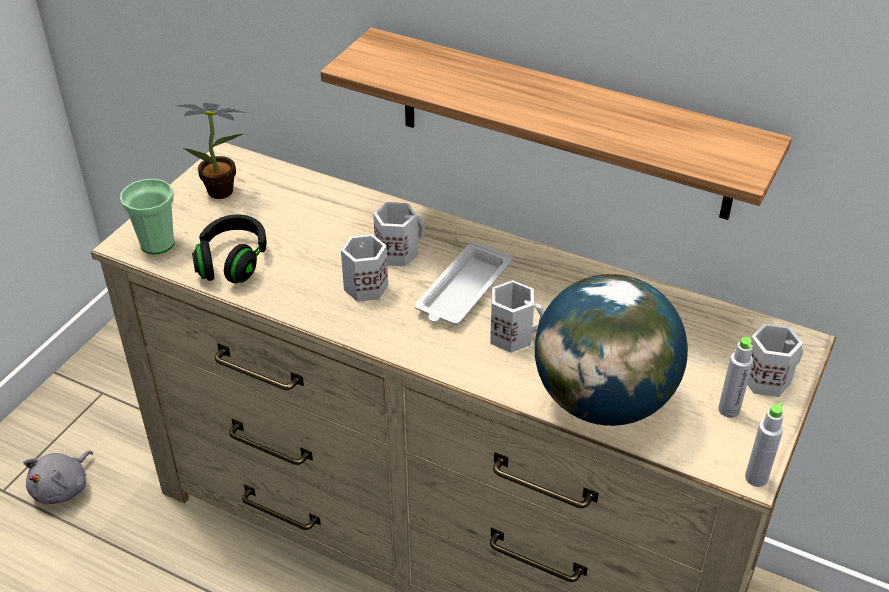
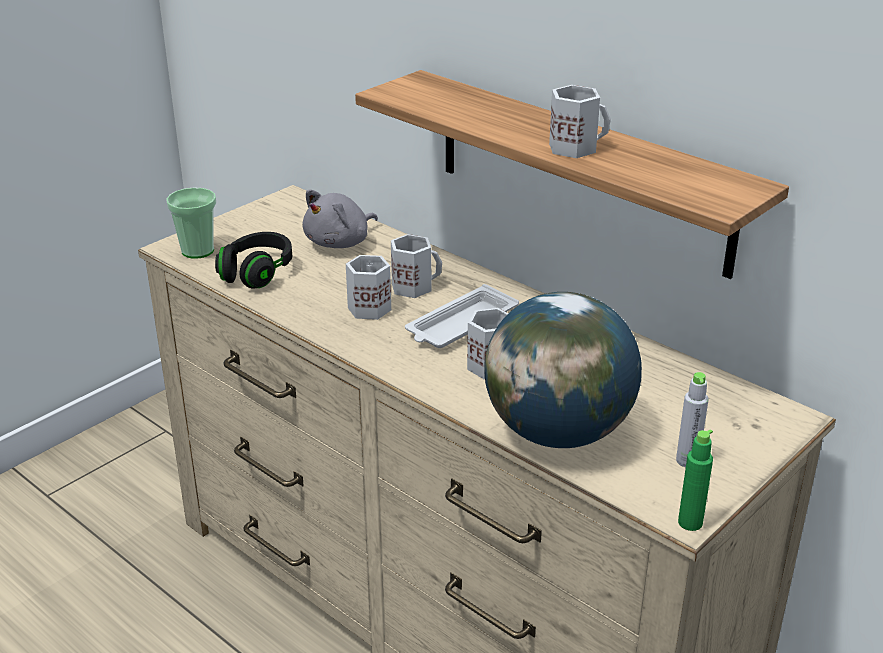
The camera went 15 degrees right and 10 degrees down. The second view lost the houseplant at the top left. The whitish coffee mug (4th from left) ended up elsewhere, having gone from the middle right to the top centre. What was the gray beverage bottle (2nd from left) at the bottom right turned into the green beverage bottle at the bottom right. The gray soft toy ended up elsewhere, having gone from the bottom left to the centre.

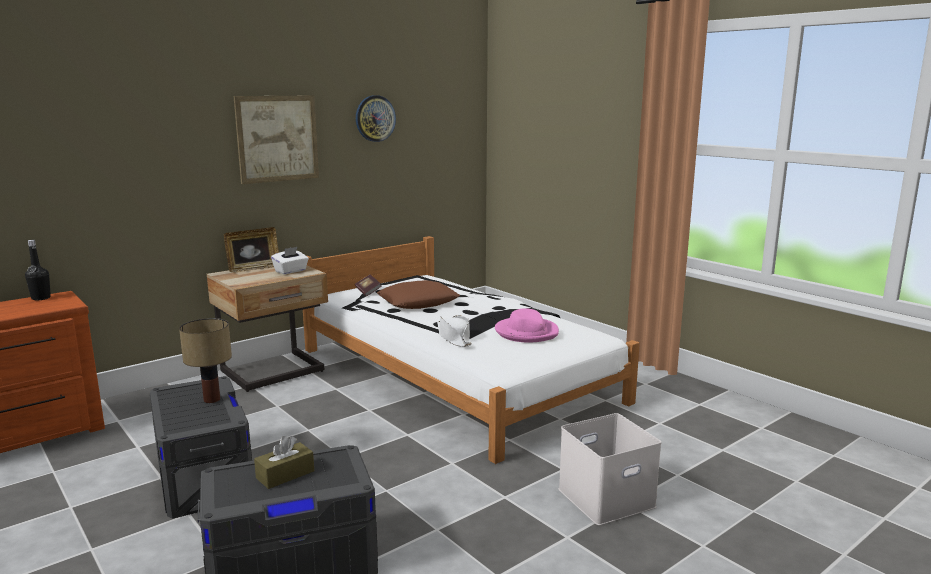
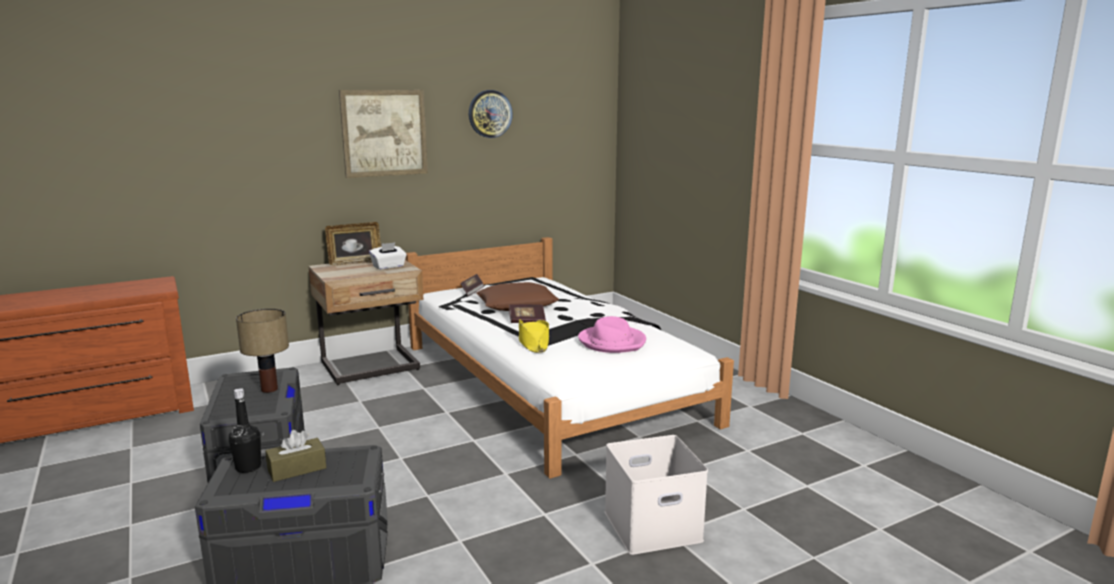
The camera went 10 degrees right and 0 degrees up. The blackish beverage bottle ended up elsewhere, having gone from the middle left to the bottom left. What was the whitish wearable hat at the centre turned into the yellow-coloured wearable hat at the centre. The second view gained the volume (2nd from left) at the centre.

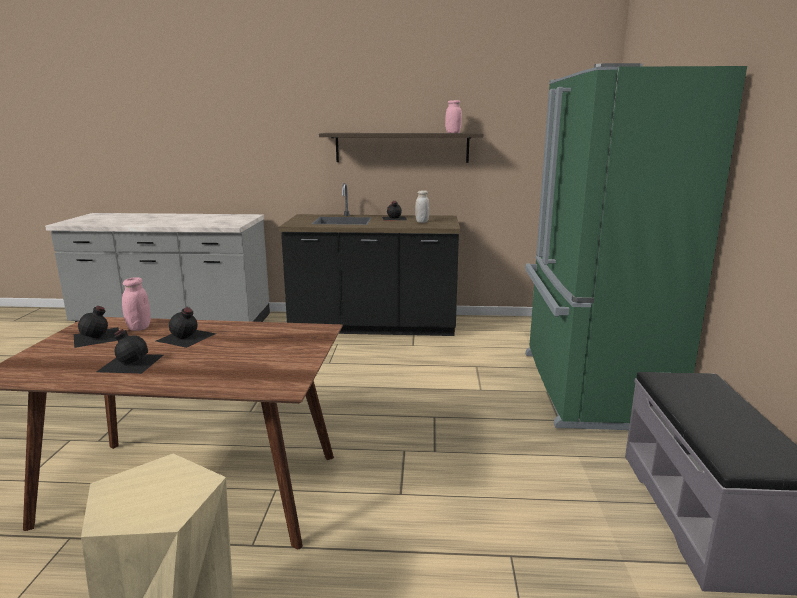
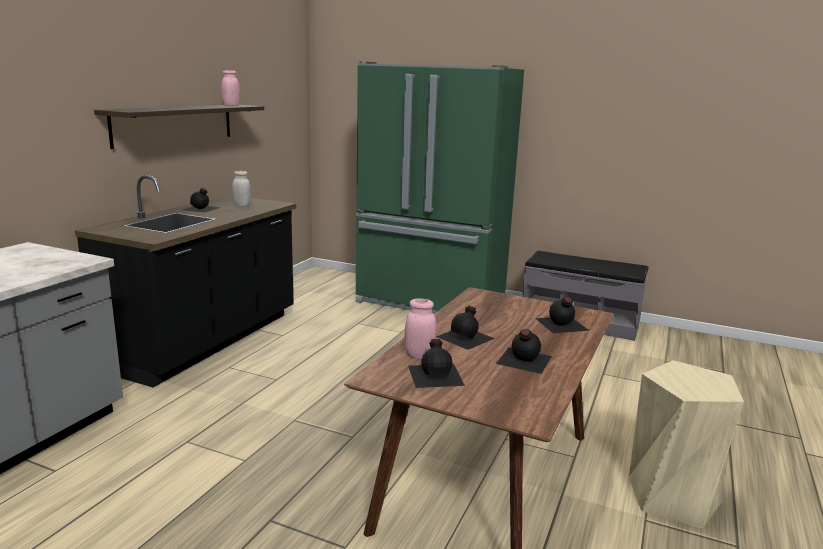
The camera went 70 degrees left and 0 degrees up. The second view gained the blackish beverage bottle (5th from left) at the middle right.

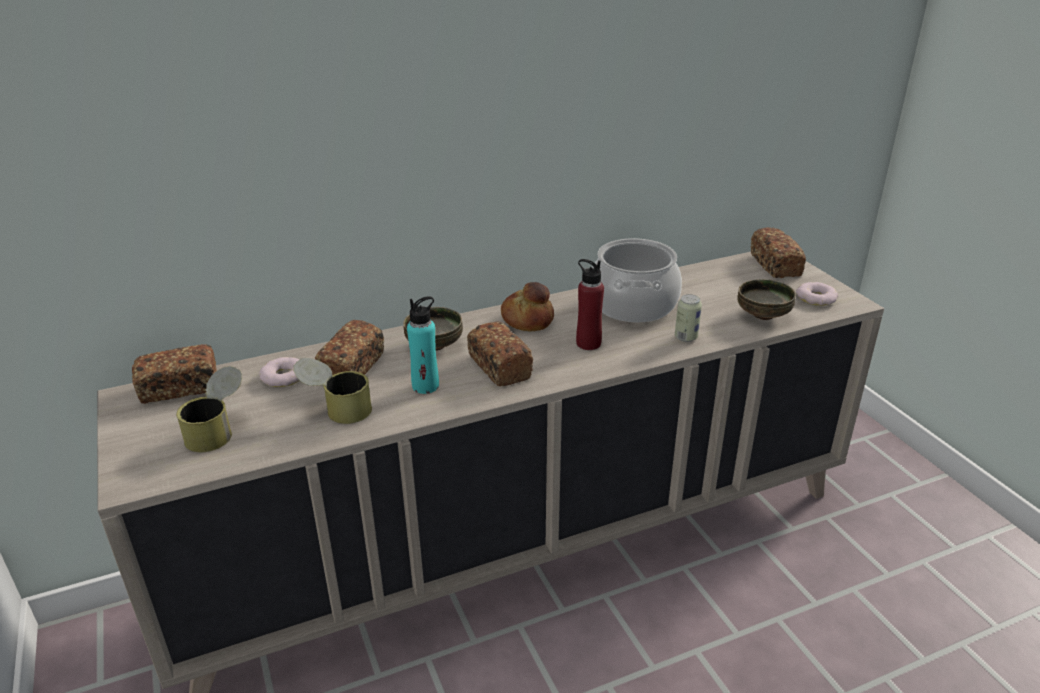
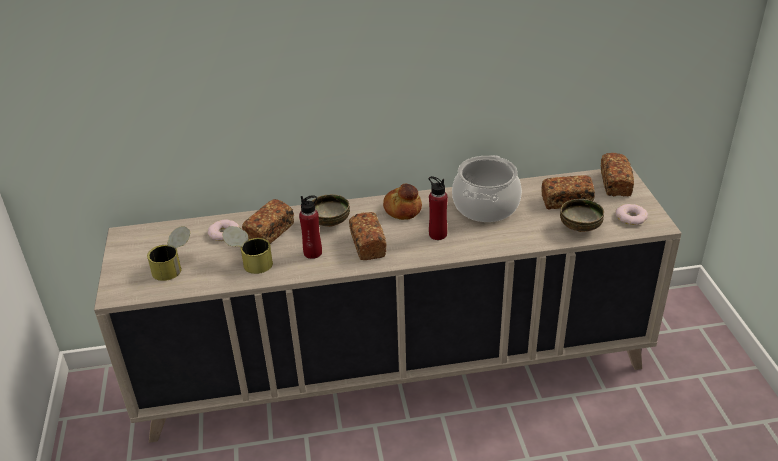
The camera went 15 degrees right and 5 degrees up. The second view lost the can (3rd from left) at the centre. What was the turquoise beverage bottle at the centre turned into the red-coloured beverage bottle (1st from left) at the centre. The baked bread (1st from left in the first image) ended up elsewhere, having gone from the middle left to the middle right.

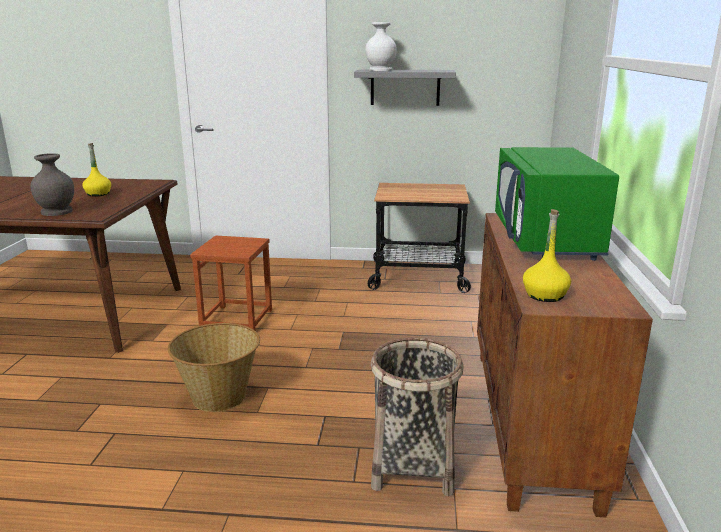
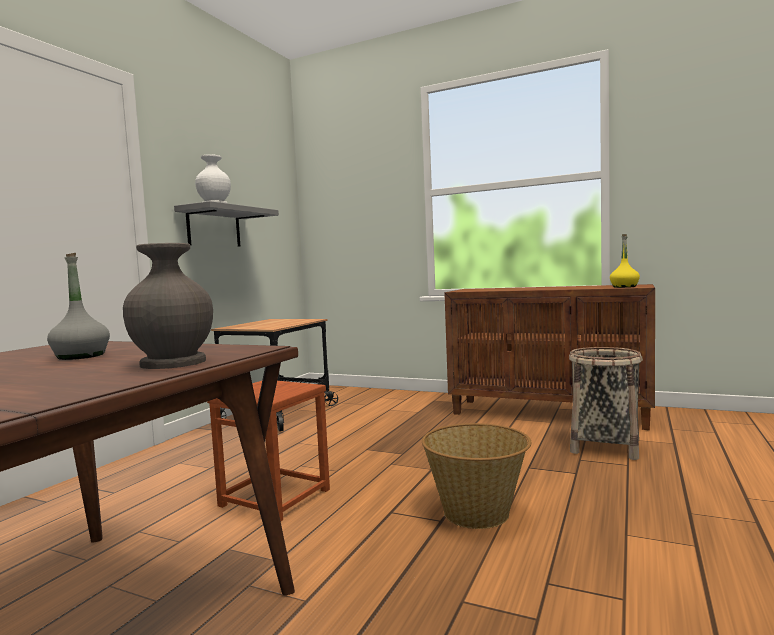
The camera went 70 degrees left and 15 degrees down. What was the yellow-coloured beverage bottle (1st from left) at the top left turned into the gray beverage bottle at the middle left. The second view lost the green kitchen microwave at the middle right.

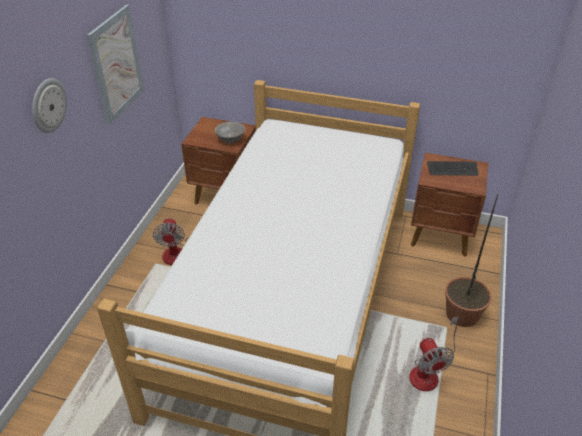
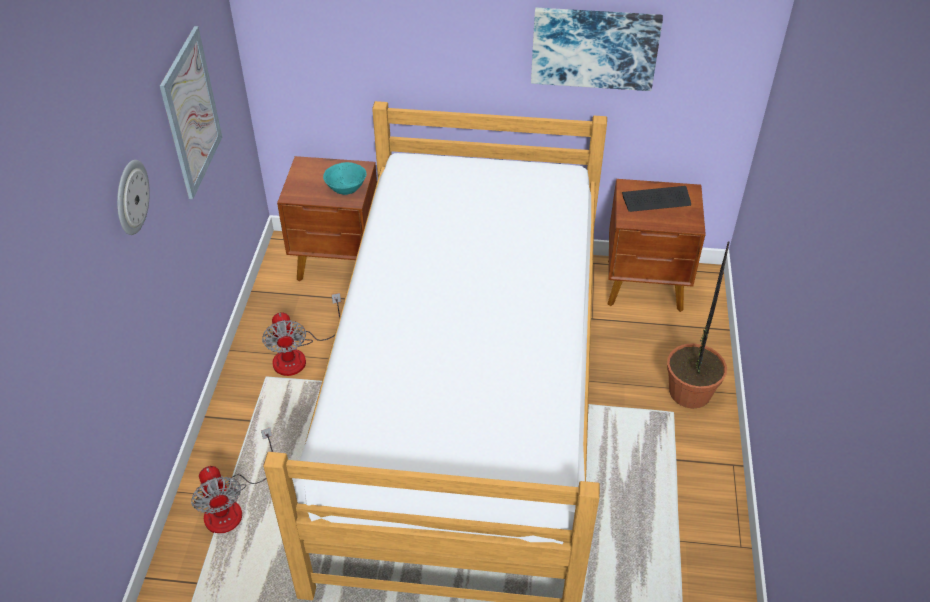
The camera went 10 degrees left and 5 degrees up. What was the gray serving bowl at the top centre turned into the turquoise serving bowl at the top centre. The cooling fan (2nd from left in the first image) ended up elsewhere, having gone from the bottom right to the bottom left. The second view gained the wall picture (2nd from left) at the top centre.

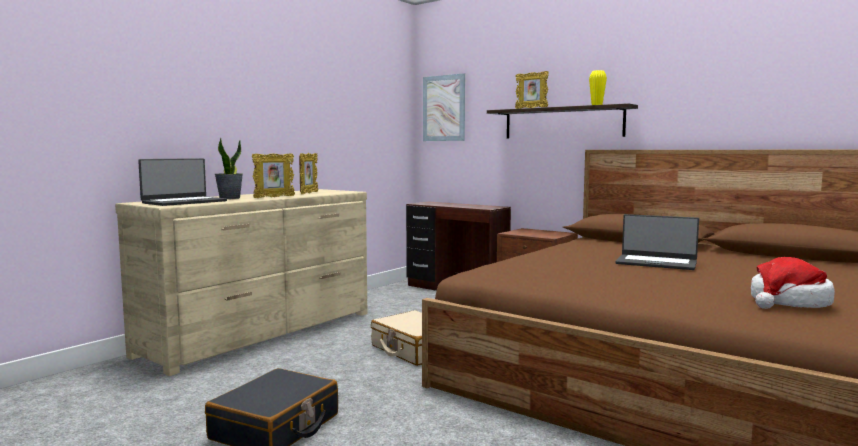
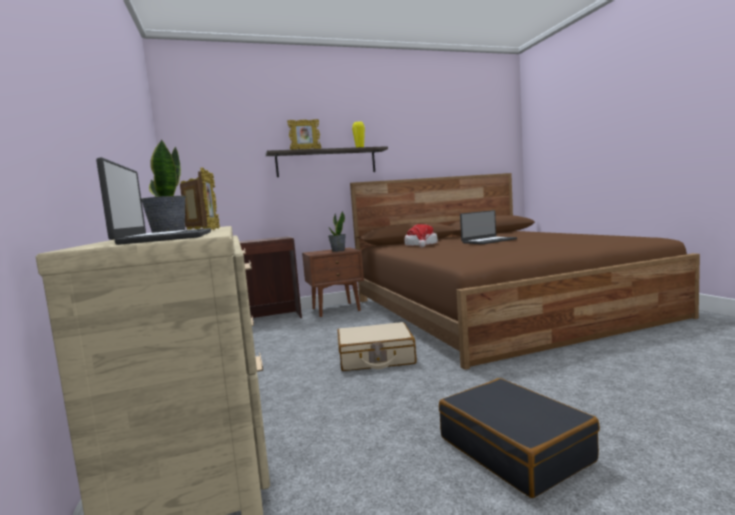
The camera went 55 degrees left and 0 degrees up. The second view lost the wall picture at the top centre. The wearable hat ended up elsewhere, having gone from the middle right to the centre. The second view gained the houseplant (2nd from left) at the centre.

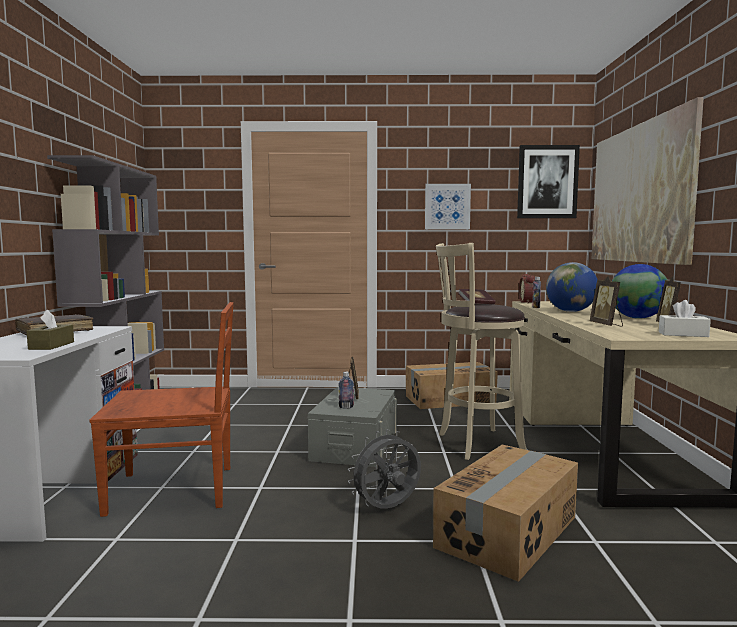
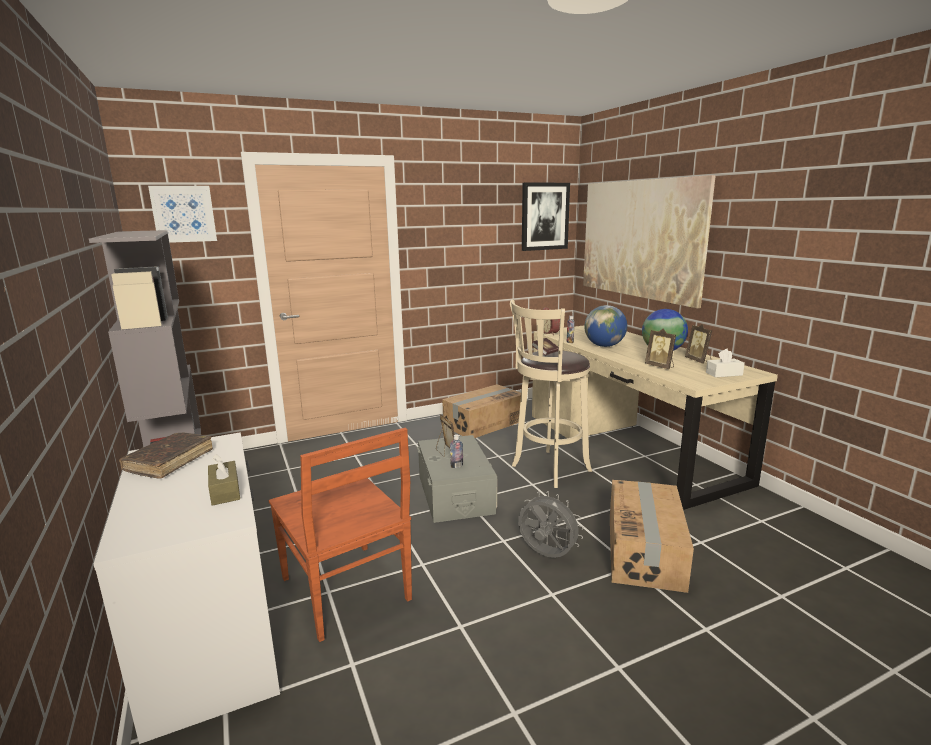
The camera went 25 degrees left and 10 degrees up. The wall picture (1st from left) ended up elsewhere, having gone from the top centre to the top left. The brown-coloured upright chair at the middle left ended up facing another way, 90 degrees clockwise from before. The gray cooling fan at the bottom centre ended up facing another way, 90 degrees clockwise from before.

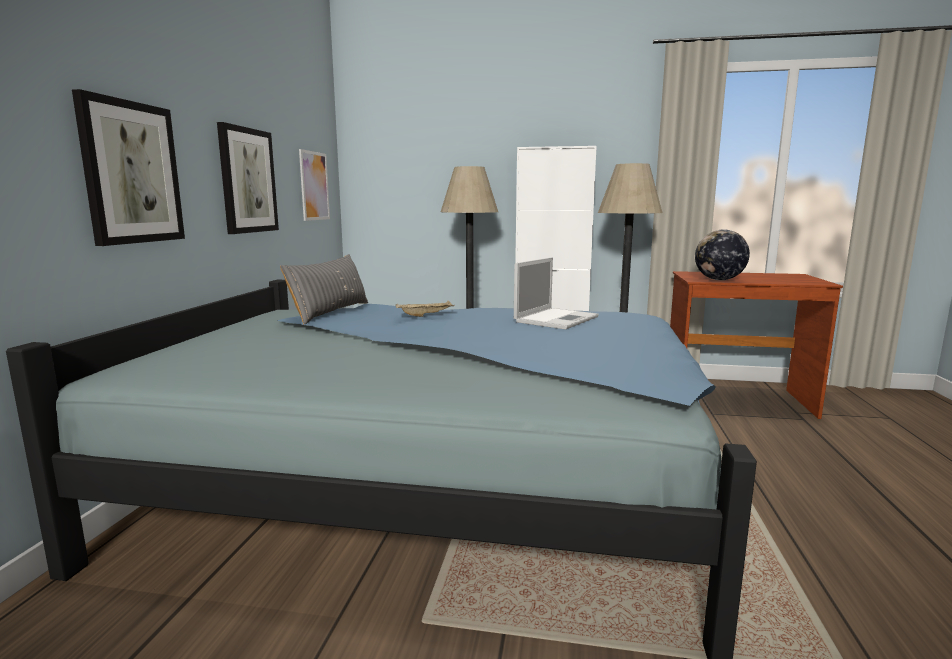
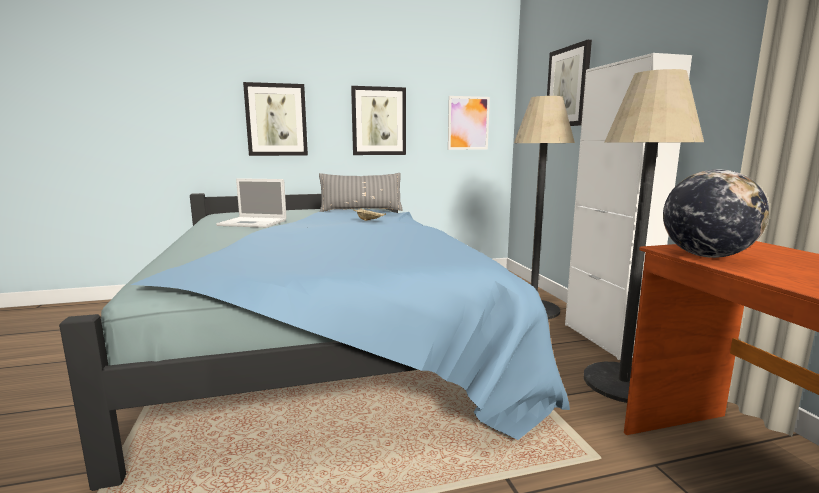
The camera went 65 degrees right and 0 degrees up. The notebook computer ended up elsewhere, having gone from the centre to the middle left. The second view gained the wall picture (4th from left) at the top right.

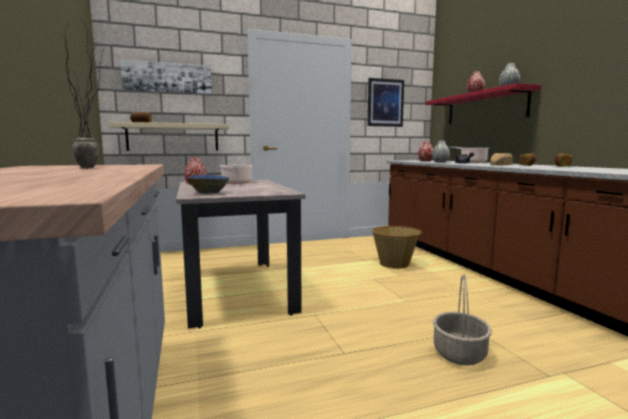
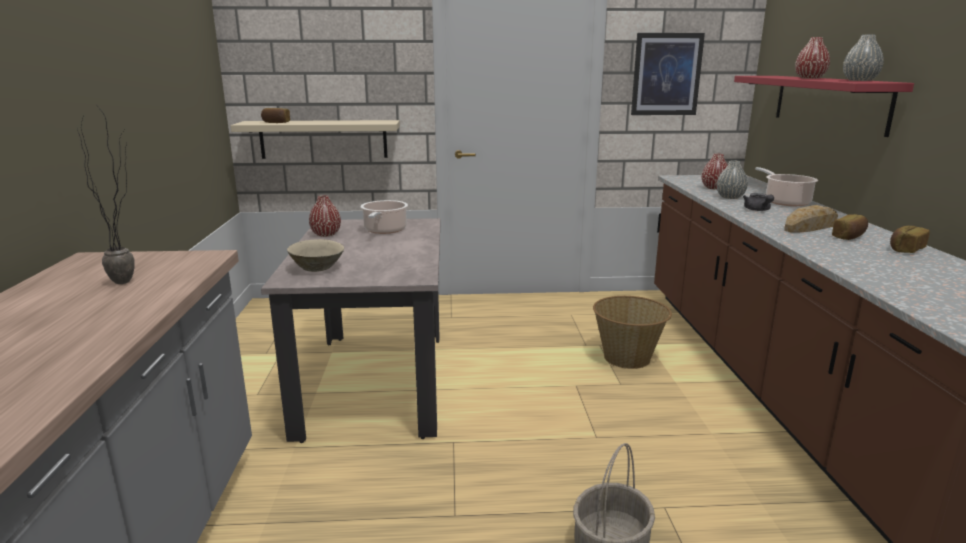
The camera went 15 degrees right and 10 degrees up. The second view lost the wall picture (1st from left) at the top left. What was the blue-coloured serving bowl at the middle left turned into the beige serving bowl at the middle left.

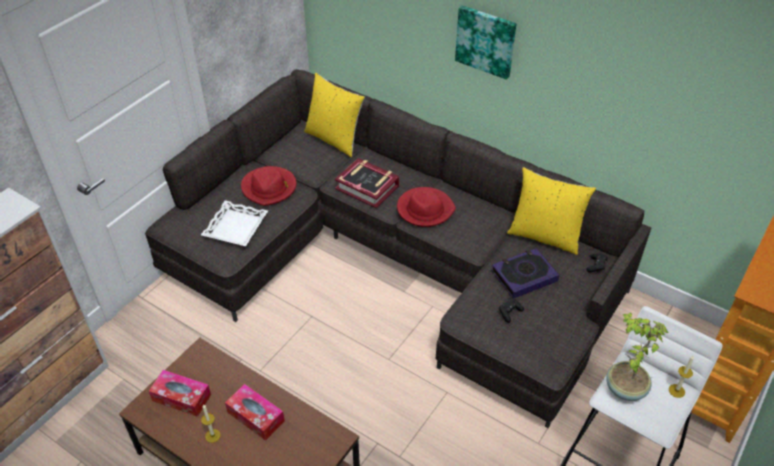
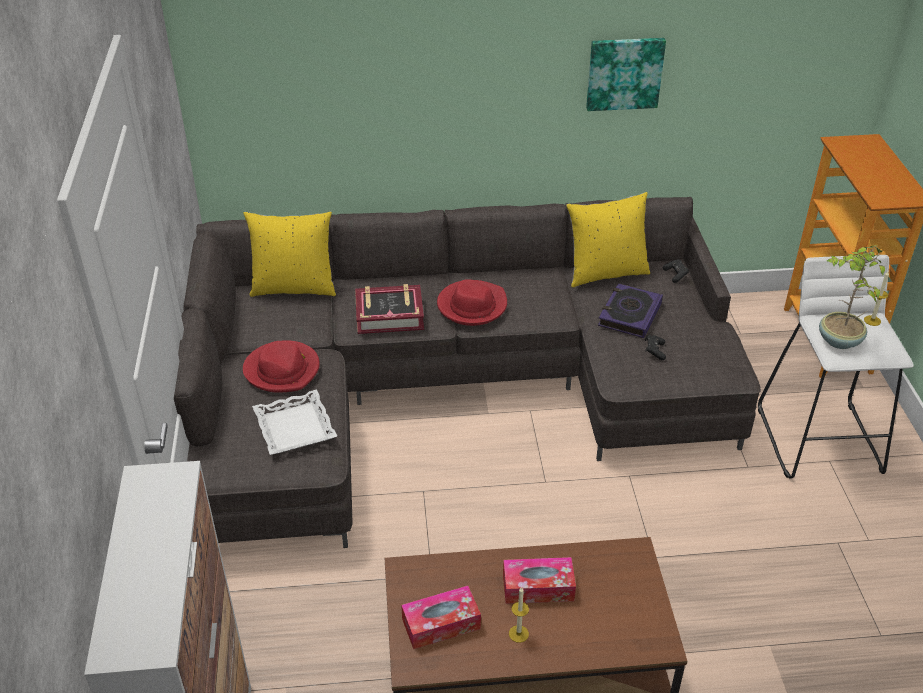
The camera went 40 degrees left and 5 degrees down. The wall picture ended up elsewhere, having gone from the top centre to the top right.

